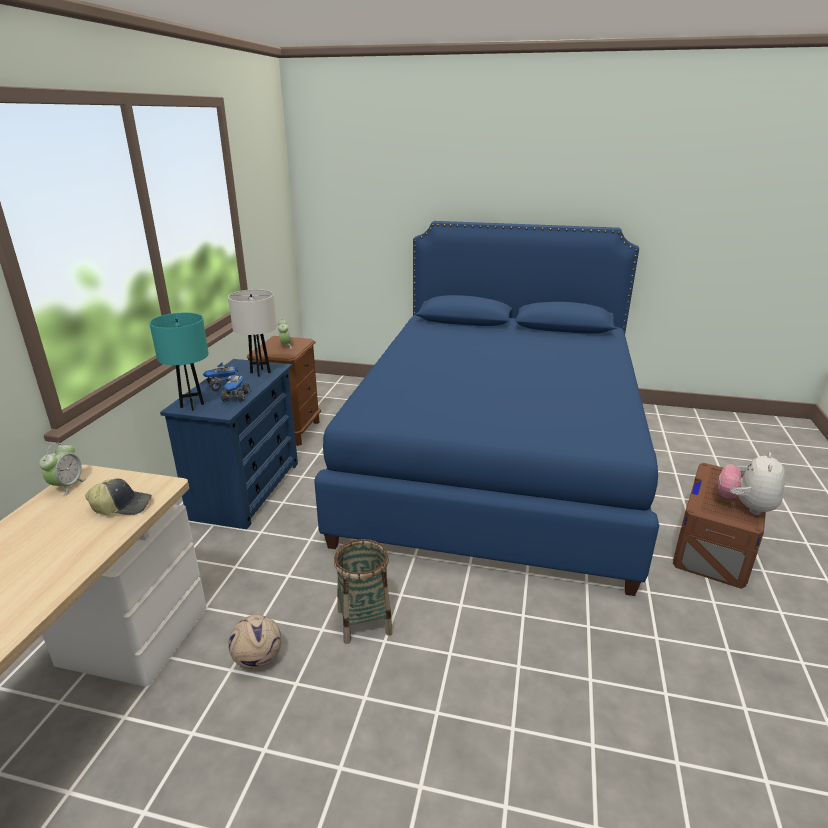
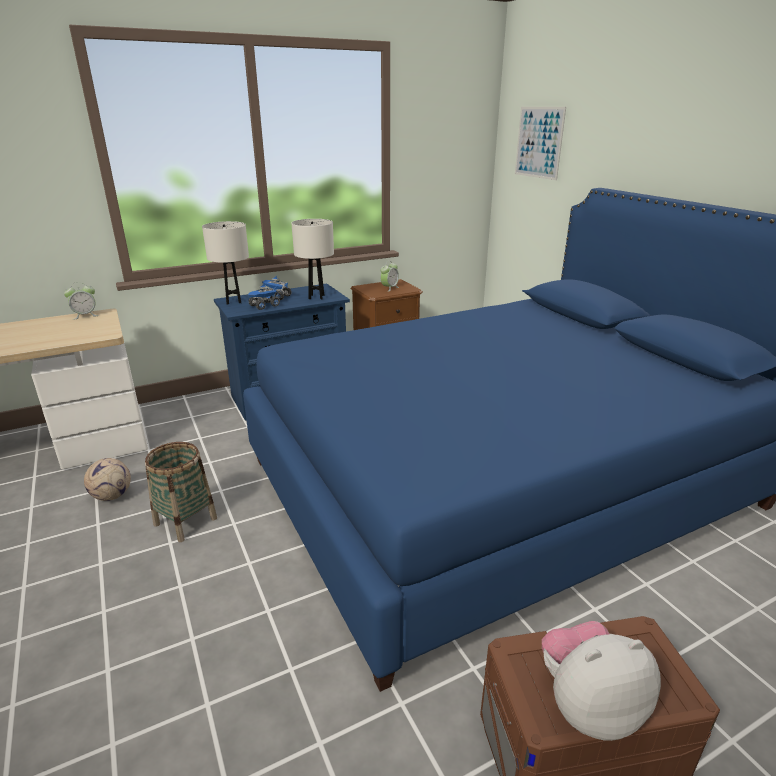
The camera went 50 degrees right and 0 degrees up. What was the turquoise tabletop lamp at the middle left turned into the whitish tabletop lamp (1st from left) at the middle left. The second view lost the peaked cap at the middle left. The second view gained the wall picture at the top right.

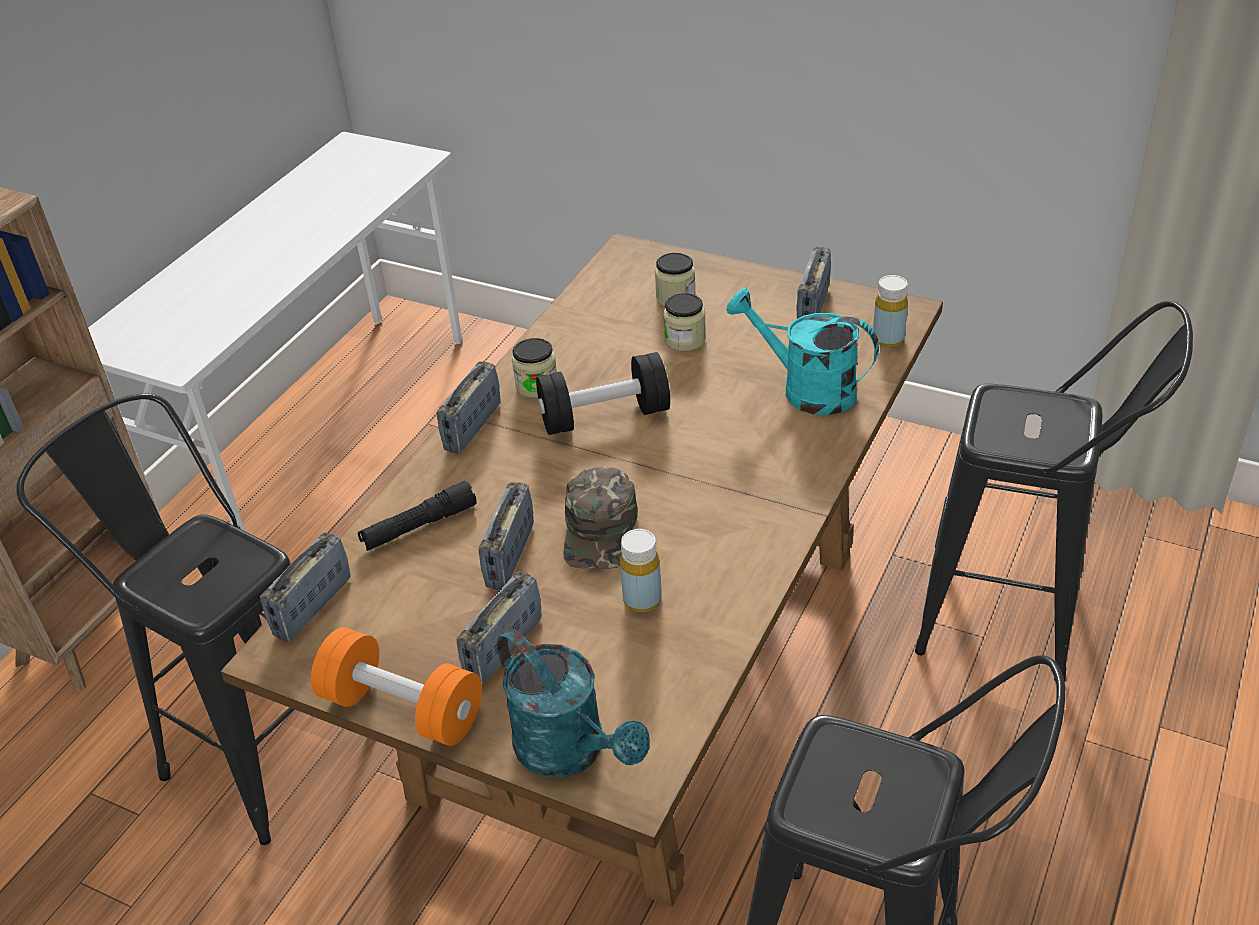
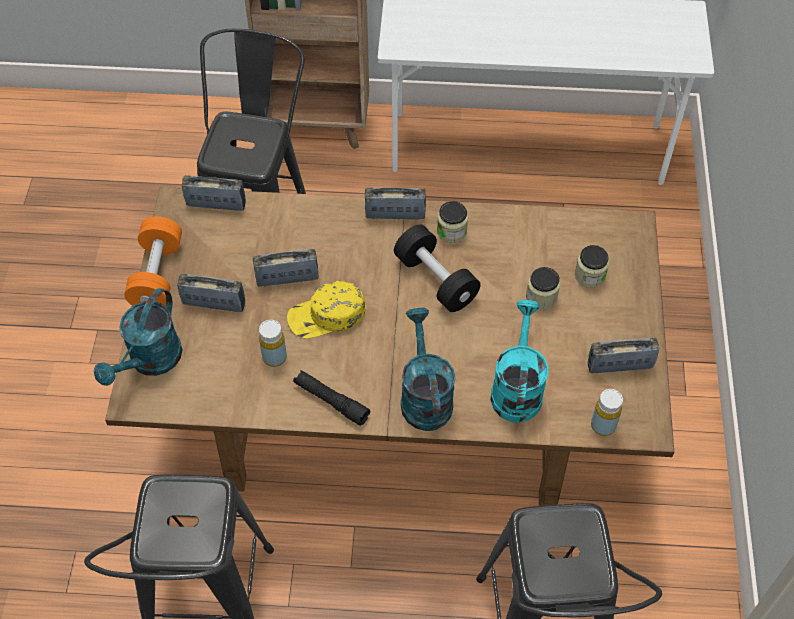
The camera went 65 degrees right and 15 degrees up. What was the green peaked cap at the centre turned into the yellow-coloured peaked cap at the centre. The blackish hand torch ended up elsewhere, having gone from the middle left to the centre. The second view gained the turquoise sprinkling can (2nd from left) at the centre.

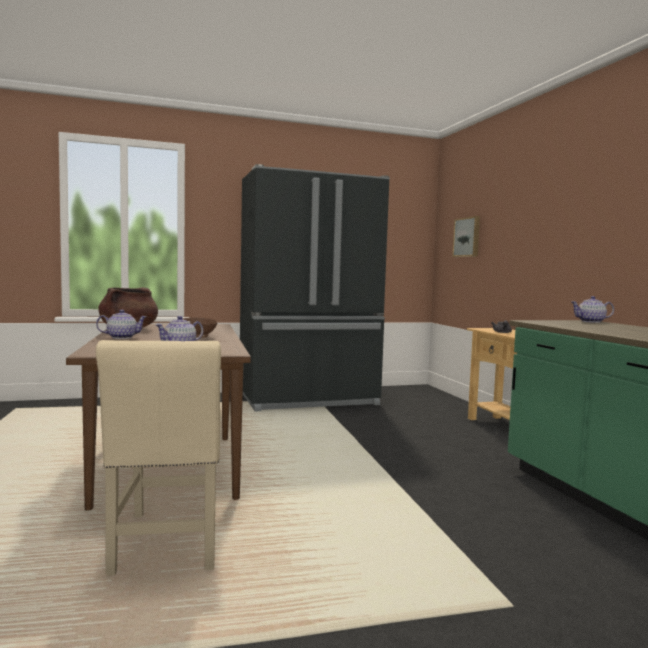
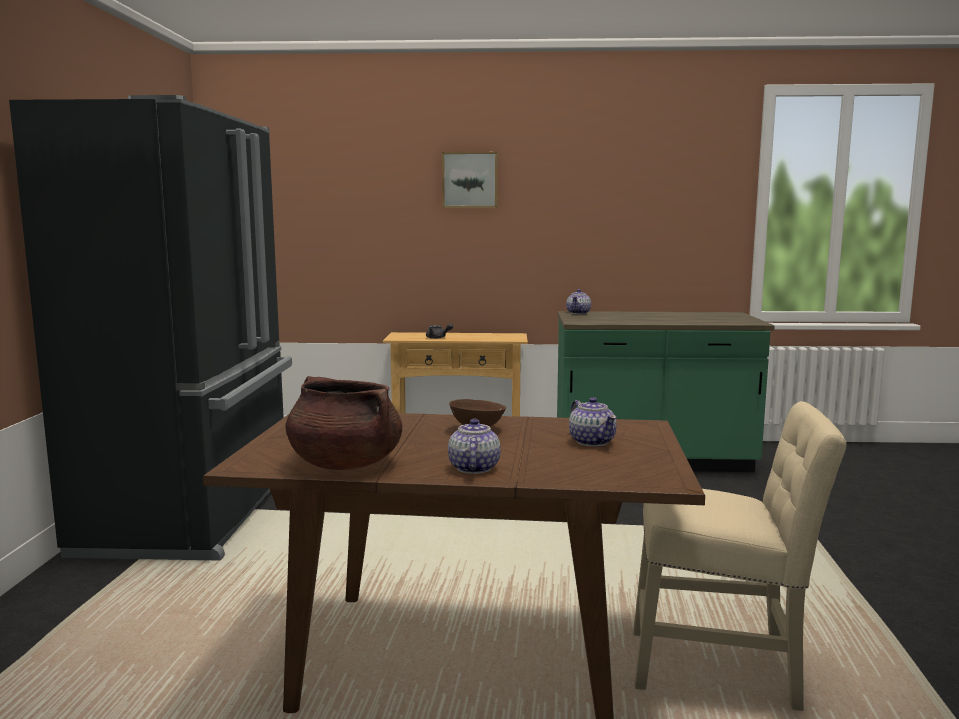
The camera went 70 degrees left and 5 degrees up. The wall picture ended up elsewhere, having gone from the middle right to the top centre.

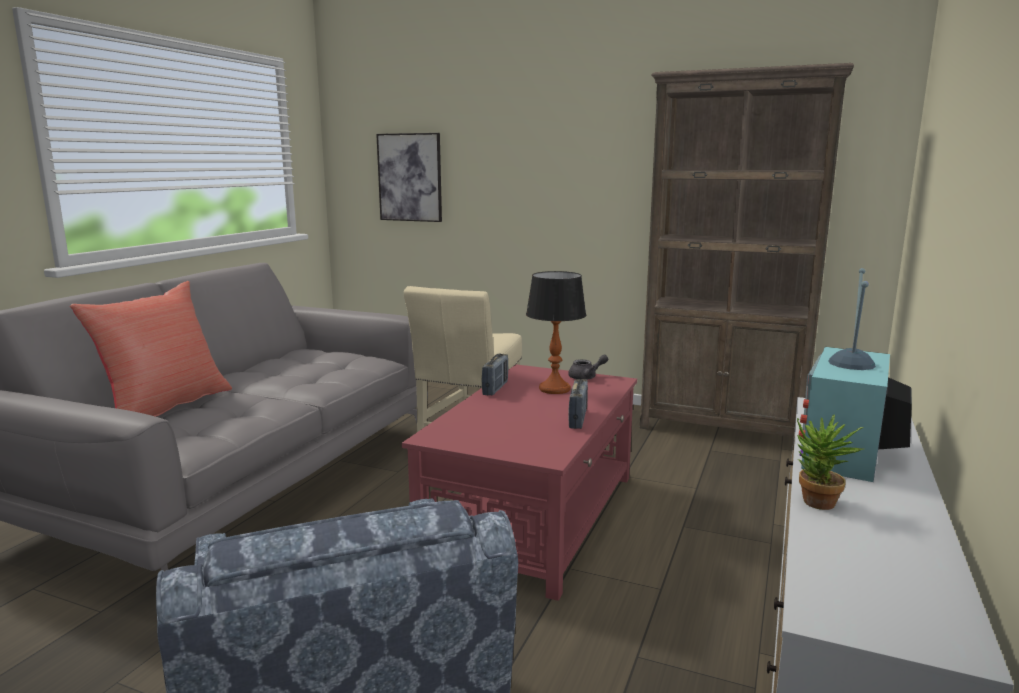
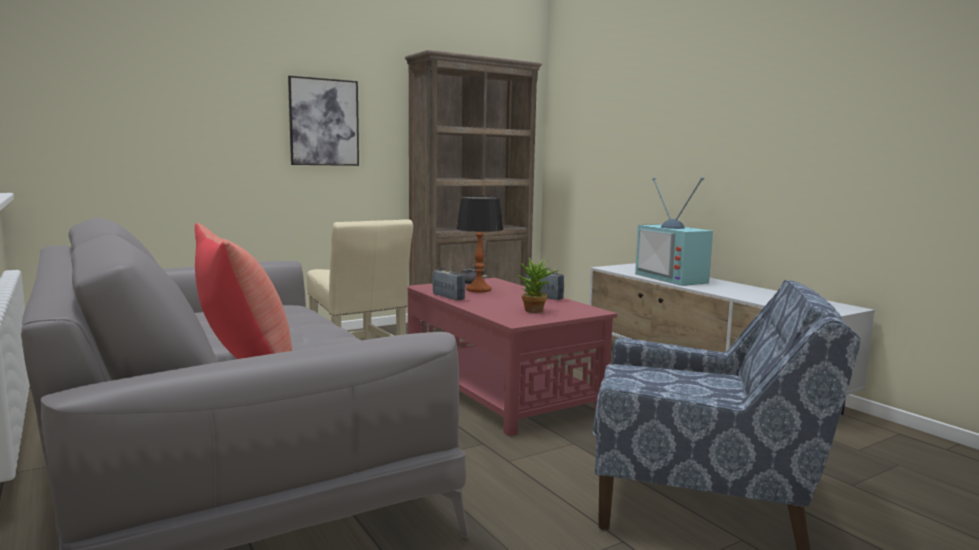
The camera went 55 degrees left and 5 degrees down. The wall picture ended up elsewhere, having gone from the top centre to the top left. The houseplant ended up elsewhere, having gone from the bottom right to the centre.

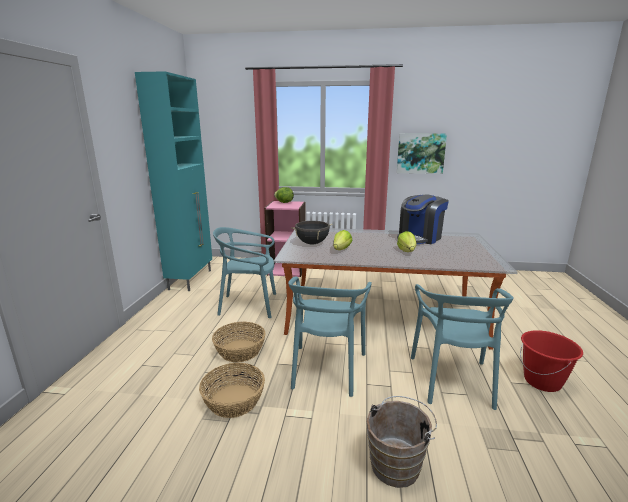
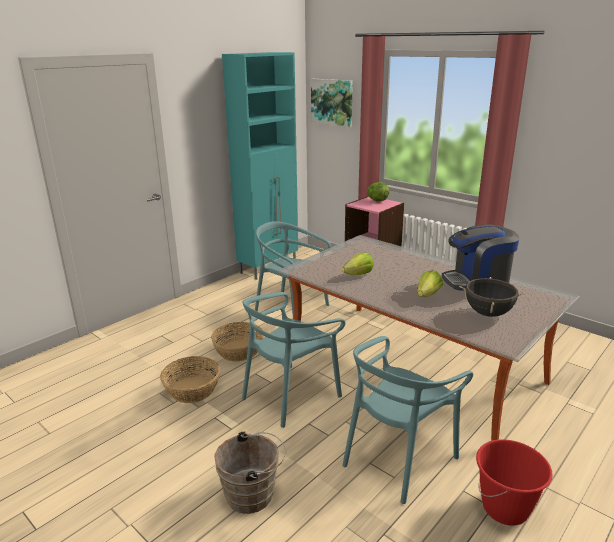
The camera went 35 degrees right and 5 degrees up. The wall picture ended up elsewhere, having gone from the top right to the top centre. The blackish cooking pot ended up elsewhere, having gone from the centre to the middle right.

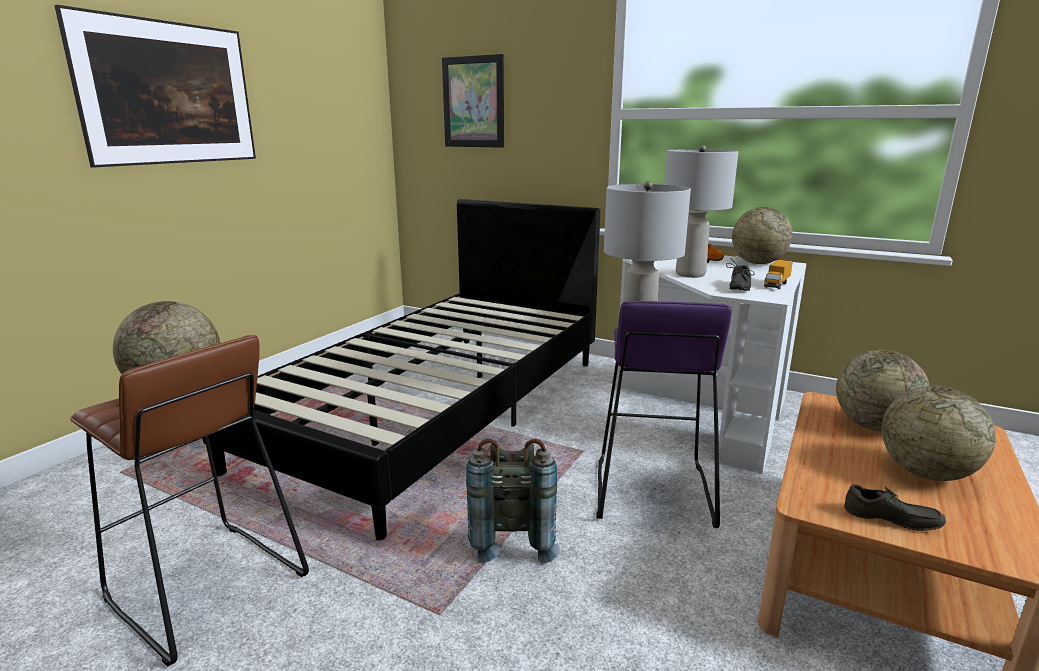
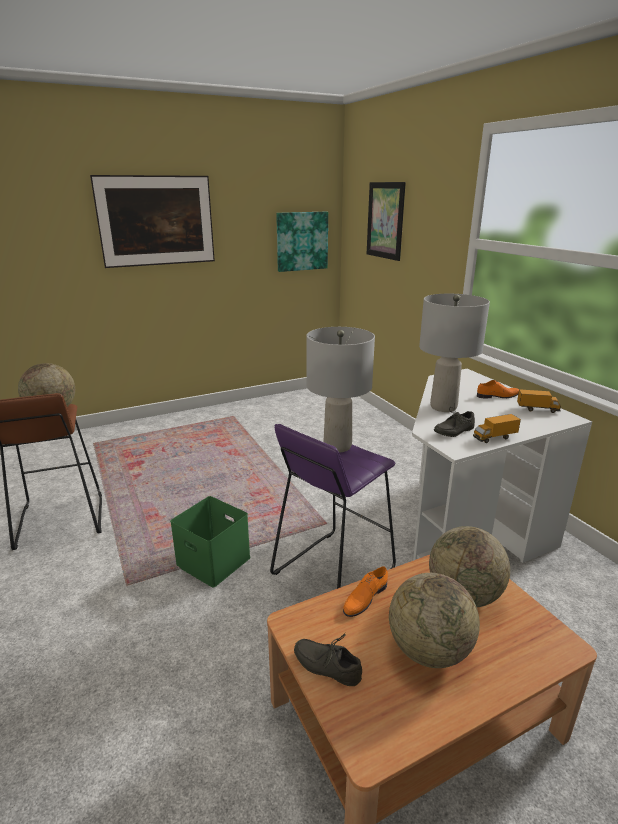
The camera went 35 degrees right and 5 degrees up. The second view lost the blackish sleeping bed at the centre. Where the globe (2nd from left) stood at the middle right, the model truck (2nd from left) came to stand at the middle right. Where the gray rucksack stood at the bottom centre, the green storage box came to stand at the centre. The gray low shoe (2nd from left in the first image) at the bottom right ended up facing another way, 150 degrees clockwise from before. The second view gained the wall picture (2nd from left) at the top centre. The second view gained the orange low shoe (1st from left) at the bottom centre.

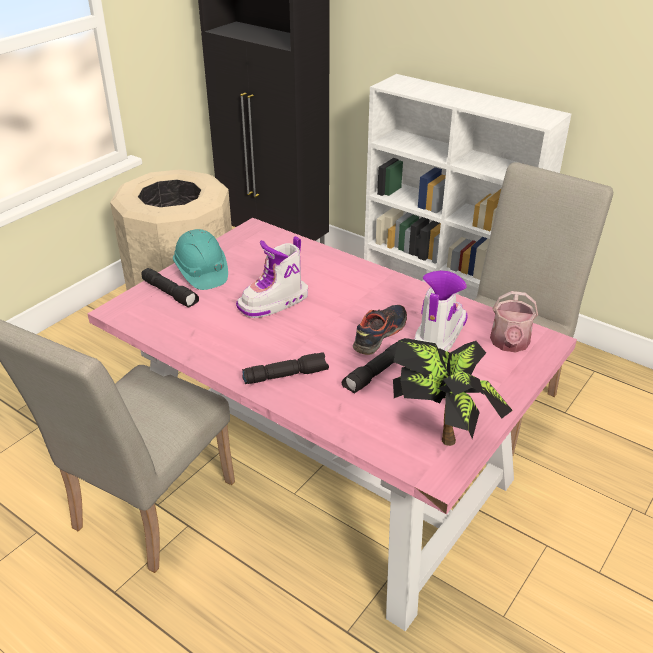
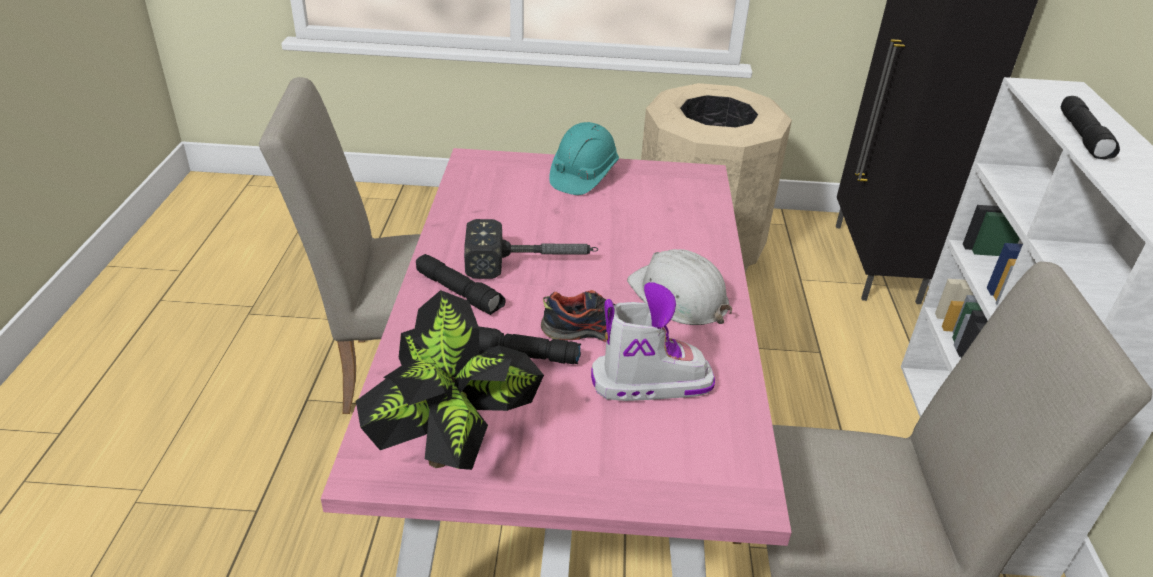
The camera went 55 degrees right and 0 degrees up. The second view lost the tall boot (1st from left) at the centre. The blackish hand torch (1st from left in the first image) ended up elsewhere, having gone from the middle left to the top right. The second view lost the sprinkling can at the middle right. The second view gained the tool hammer at the centre. The second view gained the whitish safety helmet at the centre.

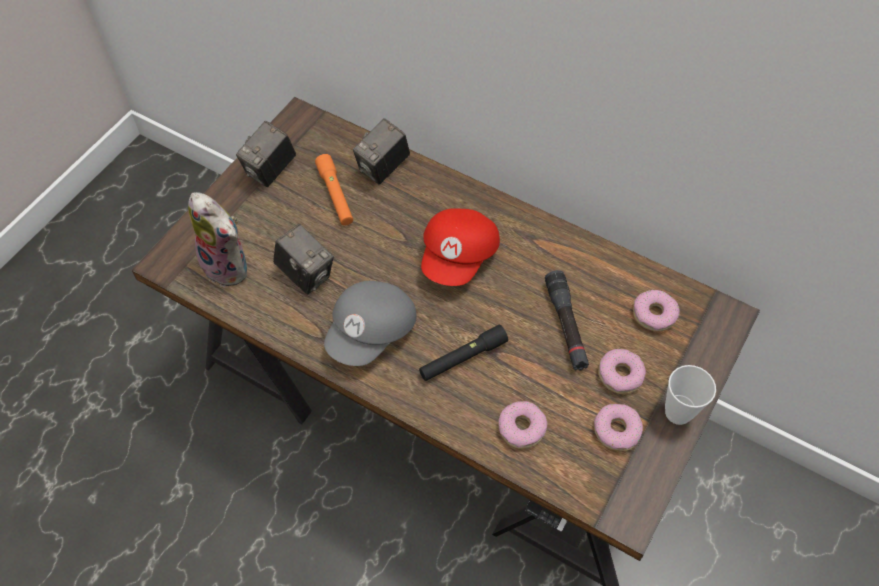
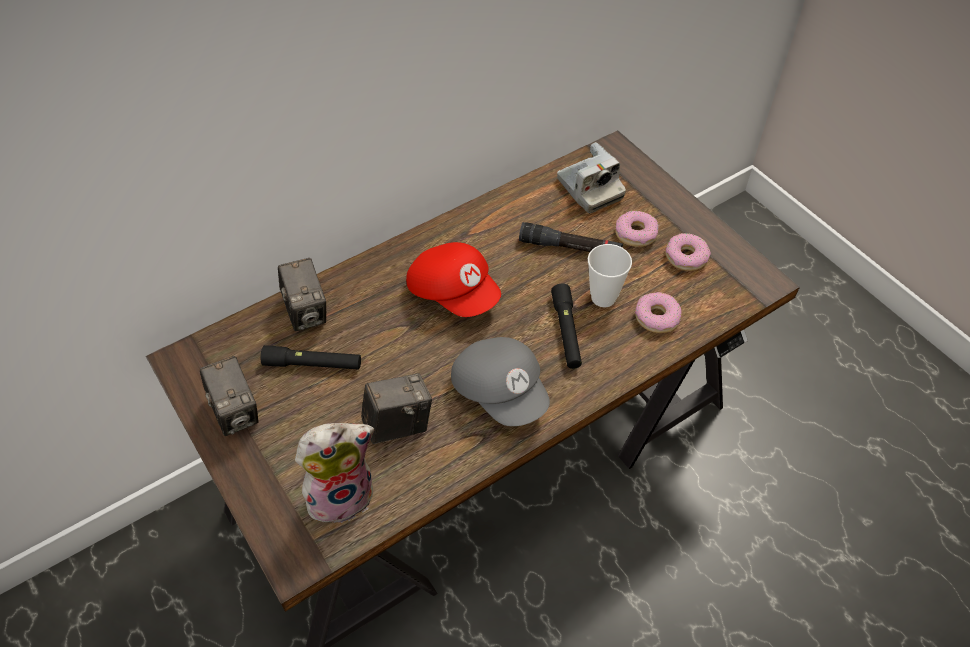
The camera went 65 degrees left and 5 degrees down. What was the orange hand torch at the top centre turned into the blackish hand torch (1st from left) at the middle left. Where the doughnut (4th from left) stood at the middle right, the photo camera (4th from left) came to stand at the top centre. The small cup ended up elsewhere, having gone from the bottom right to the centre.

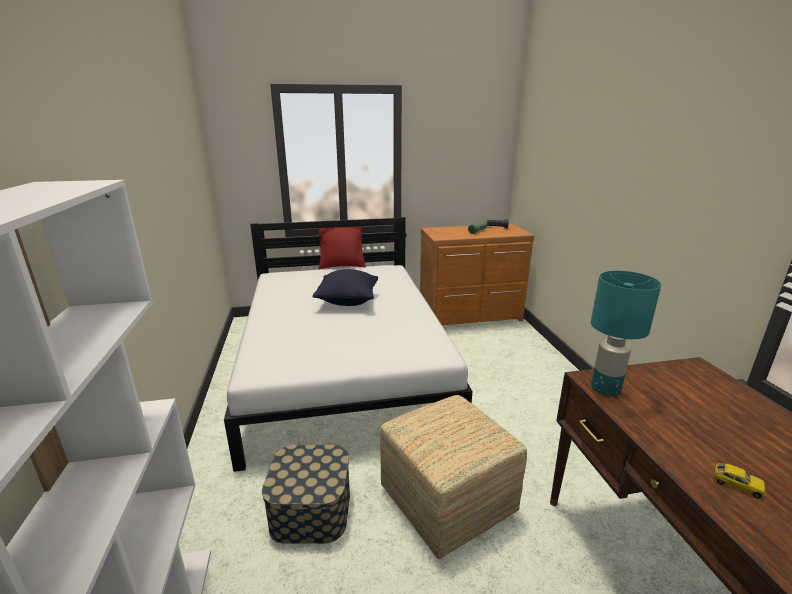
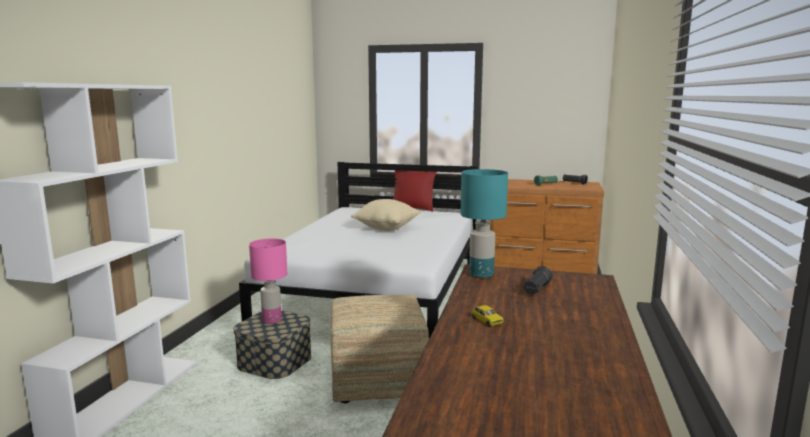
The camera went 25 degrees right and 10 degrees down. What was the blackish pillow at the centre turned into the beige pillow at the centre. The second view gained the pinkish tabletop lamp at the middle left. The second view gained the blackish hand torch (1st from left) at the centre.

